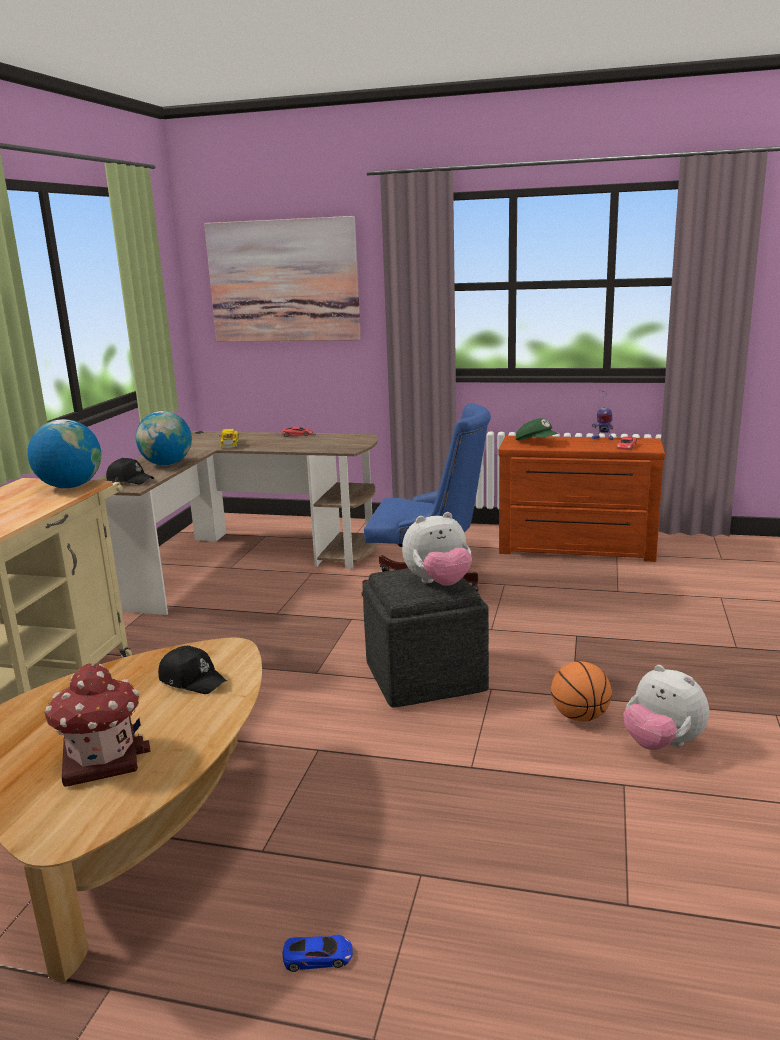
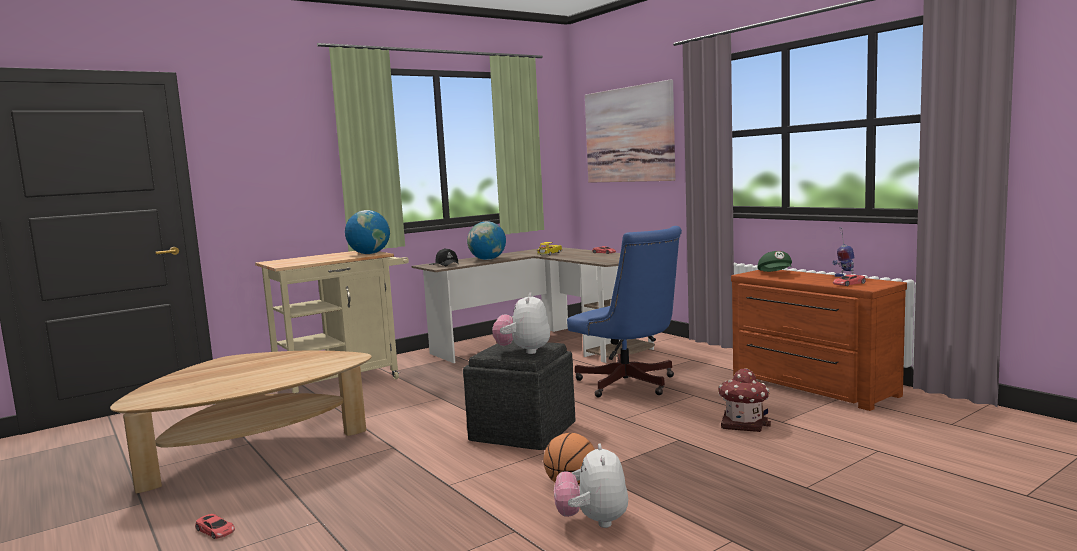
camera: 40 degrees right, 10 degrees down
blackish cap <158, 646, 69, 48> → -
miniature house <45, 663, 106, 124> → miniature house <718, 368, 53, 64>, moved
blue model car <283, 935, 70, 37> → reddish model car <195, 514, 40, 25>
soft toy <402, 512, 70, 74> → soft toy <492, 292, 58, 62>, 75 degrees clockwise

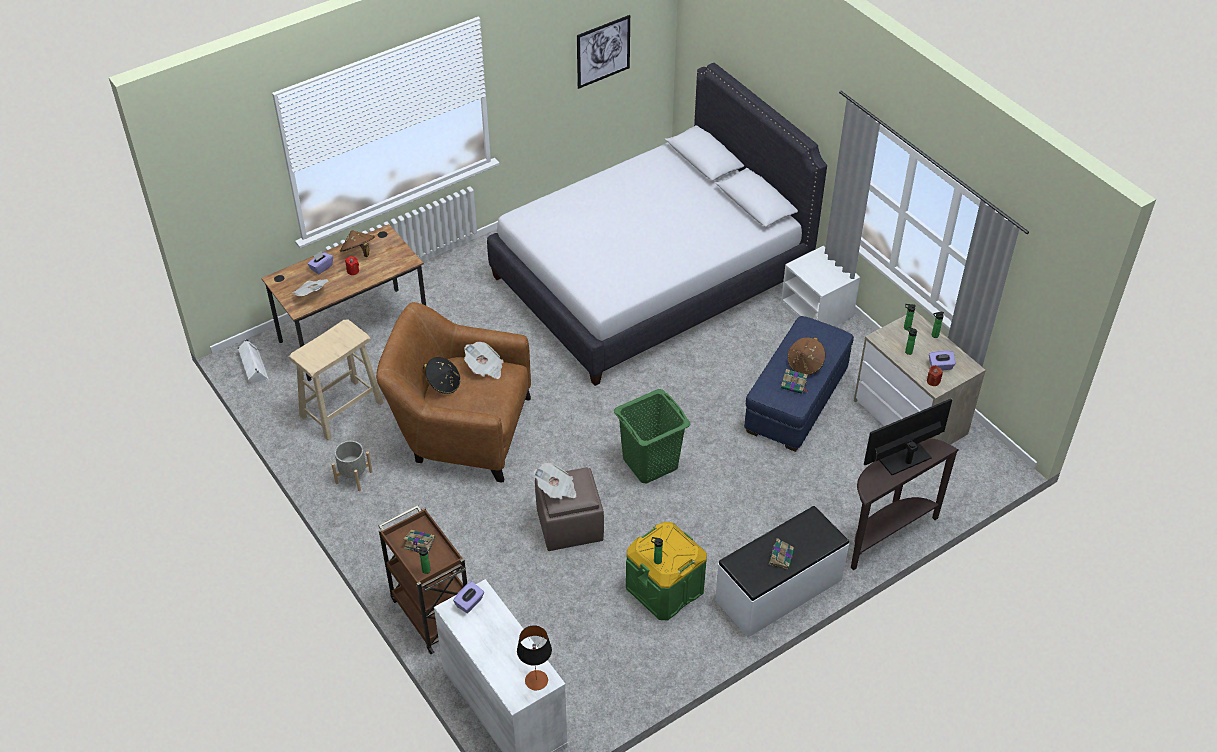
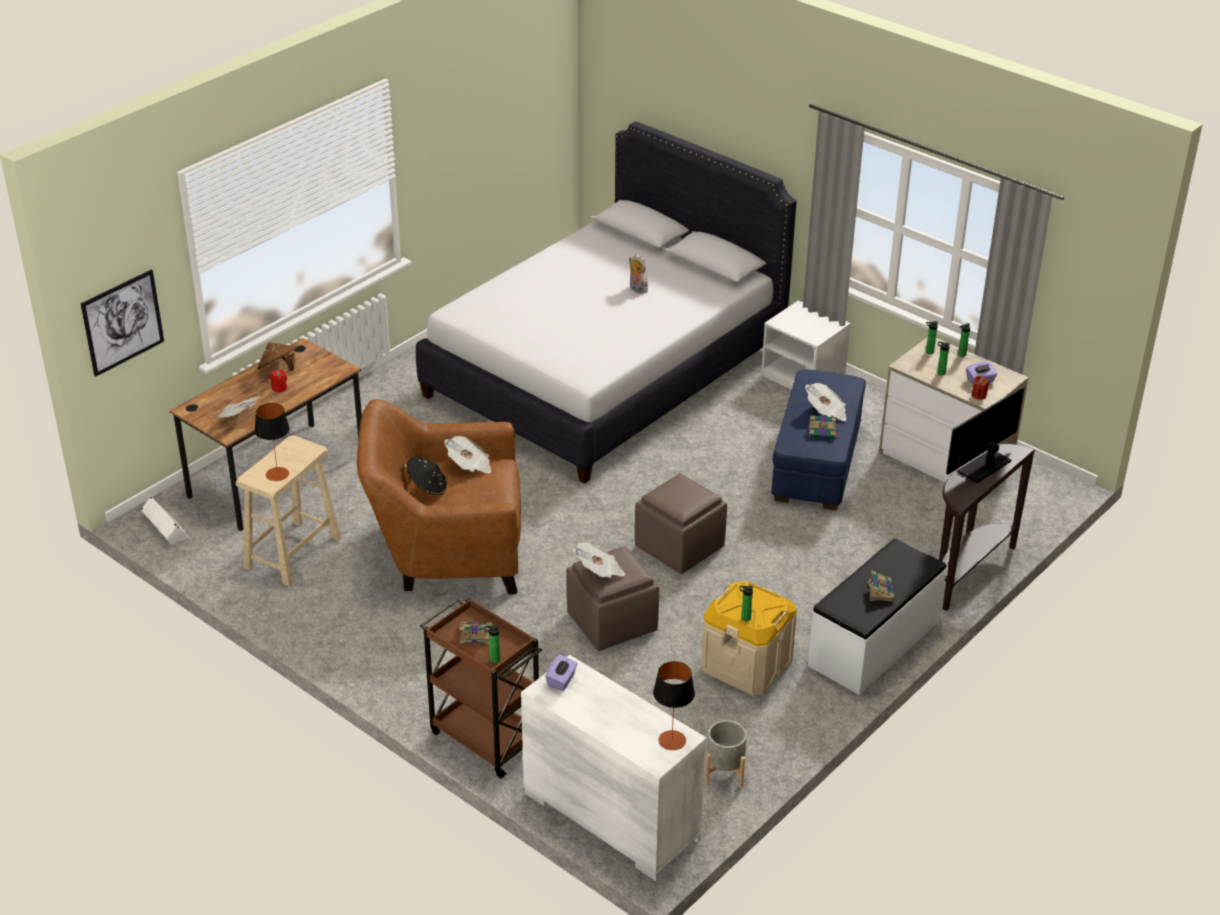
camera: 15 degrees left, 10 degrees down
purplish tissue holder <308, 251, 25, 23> → -
- → tabletop lamp <255, 403, 35, 78>
- → soft toy <629, 254, 19, 40>
gray planter <331, 441, 42, 50> → gray planter <705, 720, 42, 68>, moved
wall art <577, 15, 53, 74> → wall art <81, 269, 83, 108>, moved
green-coloured washing basket <614, 389, 76, 94> → brown-coloured pouffe <635, 473, 92, 101>
brown-coloured clothing hat <787, 337, 39, 39> → newspaper <805, 383, 41, 38>
green-coloured storage box <626, 522, 81, 98> → sand-coloured storage box <701, 581, 96, 115>

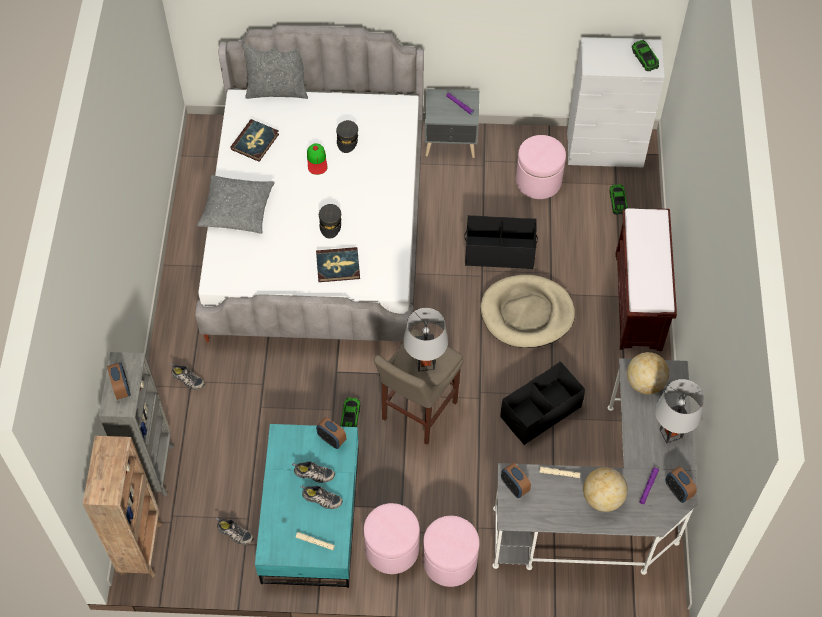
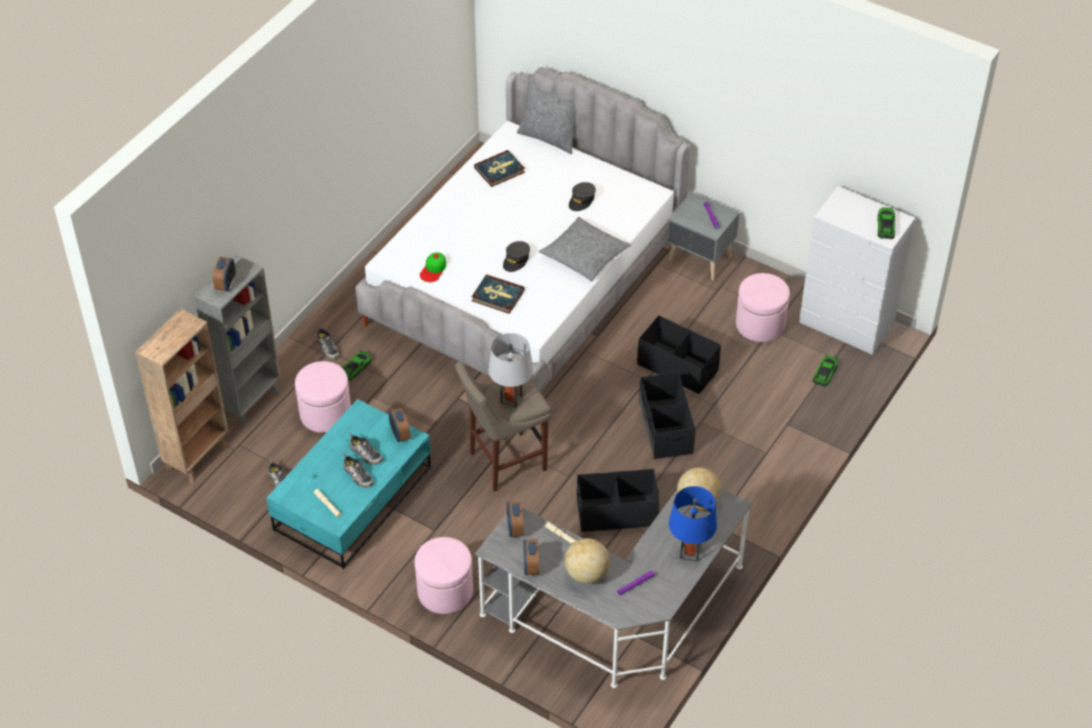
camera: 30 degrees right, 10 degrees down
brown-coloured indoor bench <615, 208, 62, 143> → -
gray cushion <197, 175, 78, 59> → gray cushion <539, 217, 92, 64>, moved
cap <307, 143, 20, 32> → cap <420, 252, 26, 30>, moved
model car <340, 397, 20, 30> → model car <342, 350, 30, 31>, moved
pink-coloured pouffe <363, 503, 57, 71> → pink-coloured pouffe <295, 361, 56, 72>, moved
bedside clock <665, 467, 32, 36> → bedside clock <523, 539, 16, 36>, moved
sand-coloured dog bed <480, 275, 95, 73> → blackish storage box <639, 372, 56, 87>
gray tabletop lamp <655, 379, 49, 64> → blue tabletop lamp <669, 486, 48, 76>

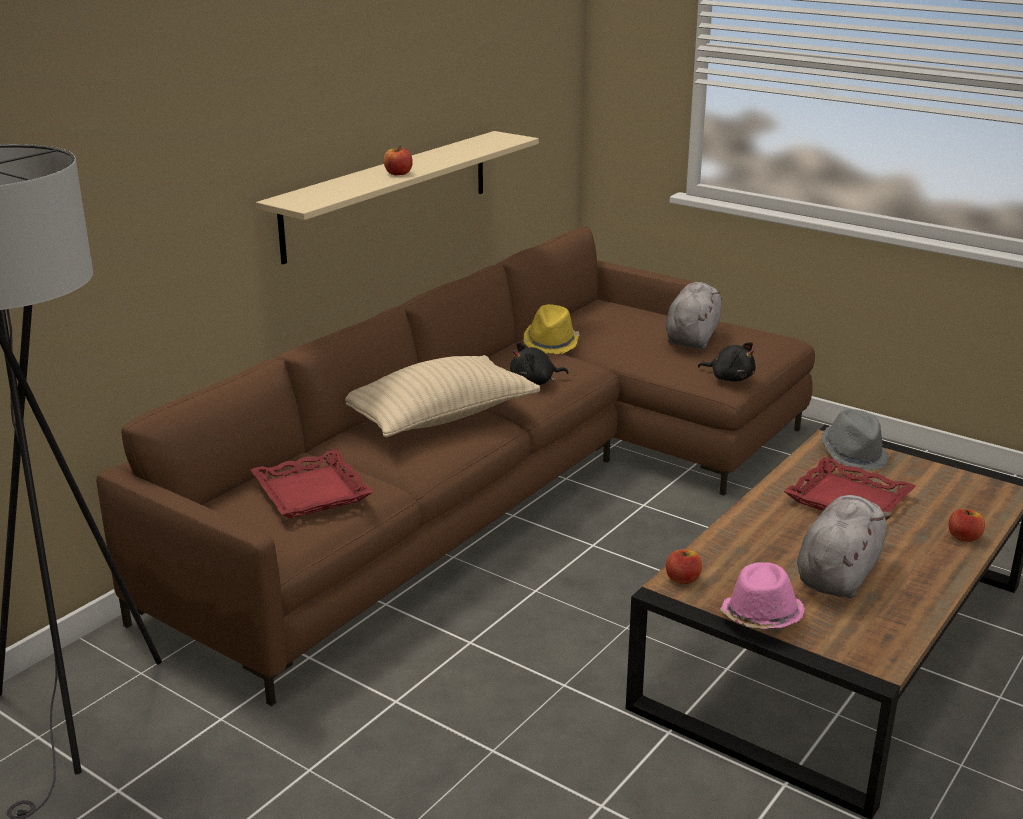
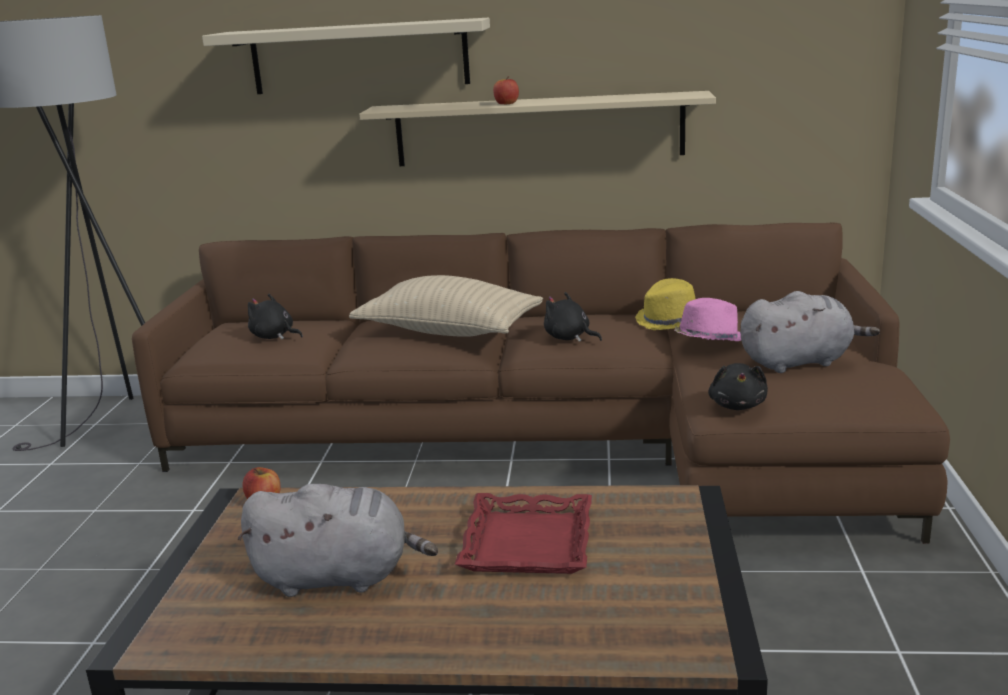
camera: 60 degrees right, 5 degrees down
gray clothing hat <821, 409, 68, 62> → -
apple fruit <948, 509, 37, 33> → -
- → sand-coloured wall shelf <202, 18, 288, 76>
pink-coloured clothing hat <720, 562, 85, 67> → pink-coloured clothing hat <675, 298, 66, 43>, moved
reddish serving tray <251, 450, 122, 68> → blackish soft toy <248, 293, 55, 47>

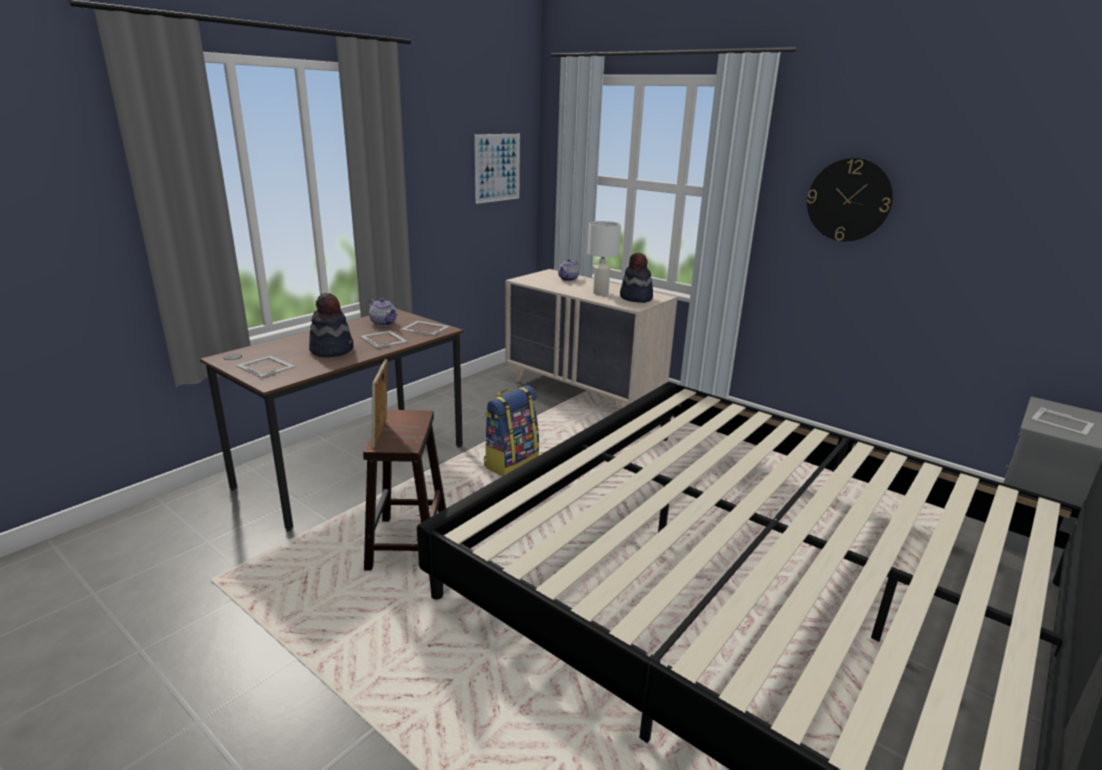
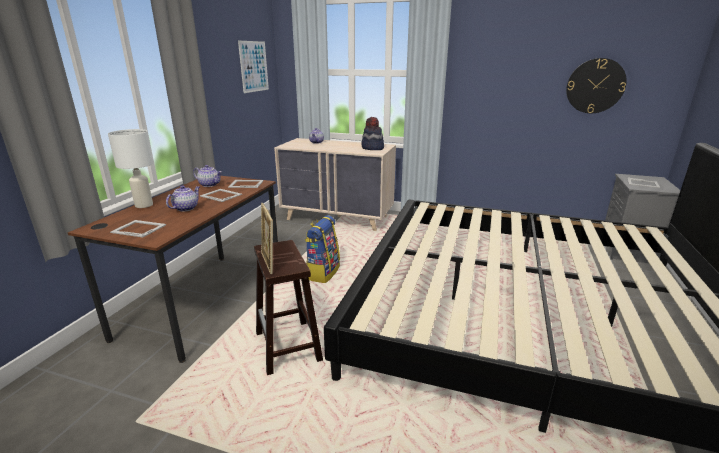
camera: 20 degrees left, 0 degrees up
white tabletop lamp <588, 221, 33, 74> → white tabletop lamp <108, 129, 46, 79>, moved
wall clock <807, 158, 86, 83> → wall clock <566, 58, 61, 55>, moved
clothing hat <309, 293, 45, 64> → tea pot <166, 185, 33, 27>

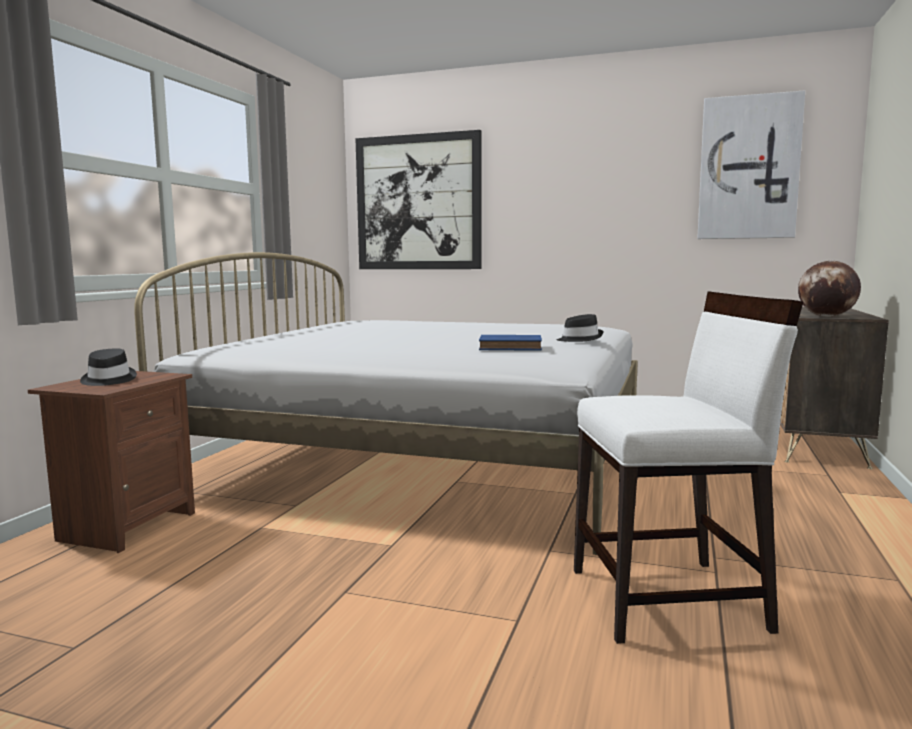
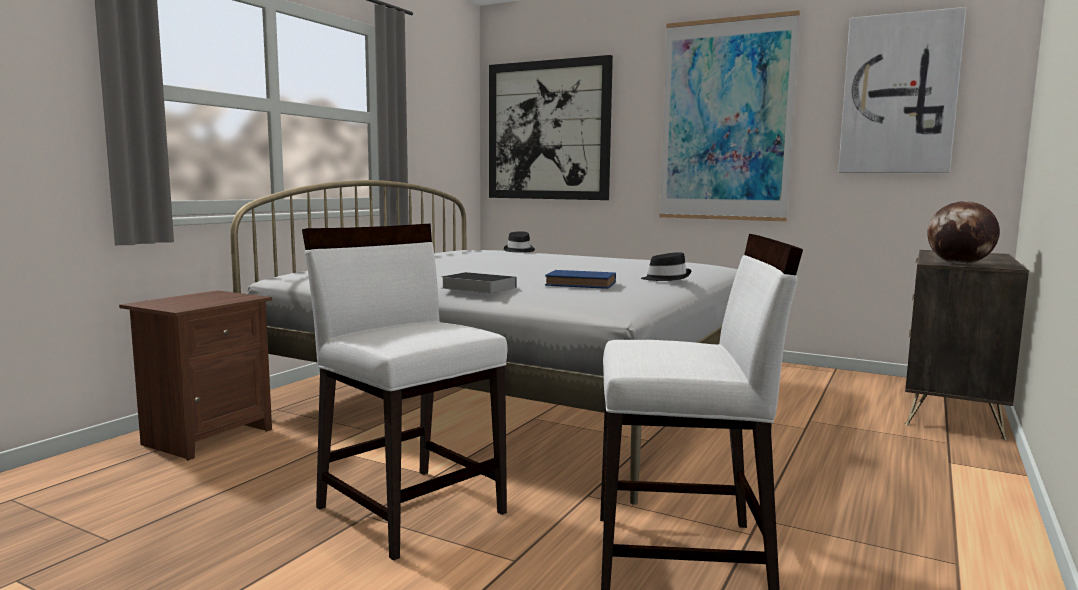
camera: 10 degrees right, 0 degrees up
- → white plain chair <302, 224, 205, 337>
- → volume <441, 272, 75, 22>
- → wall art <659, 10, 141, 212>
blackish clothing hat <80, 348, 57, 38> → blackish clothing hat <504, 232, 31, 21>, moved

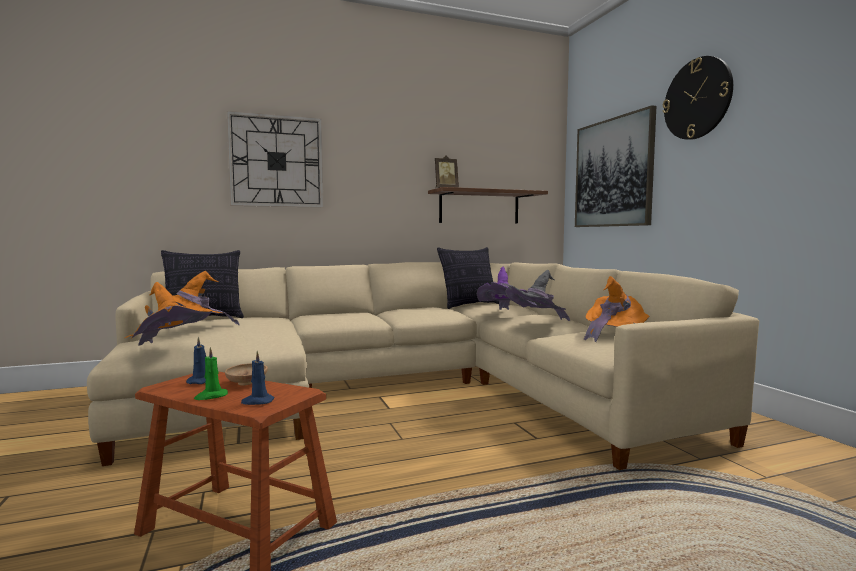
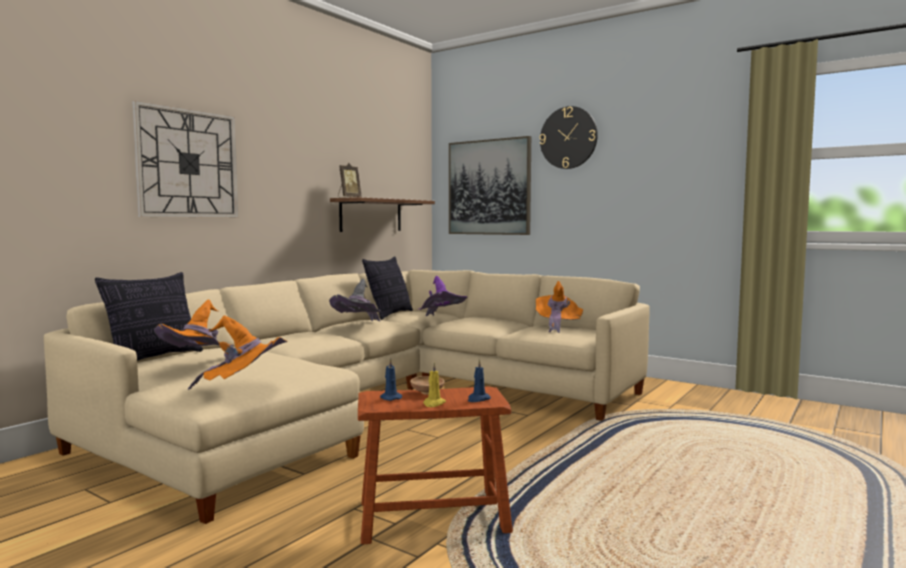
camera: 35 degrees left, 0 degrees up
gray clothing hat <505, 270, 65, 51> → gray clothing hat <329, 279, 52, 42>, moved
green-coloured wax light <194, 347, 34, 53> → yellow wax light <423, 363, 23, 44>

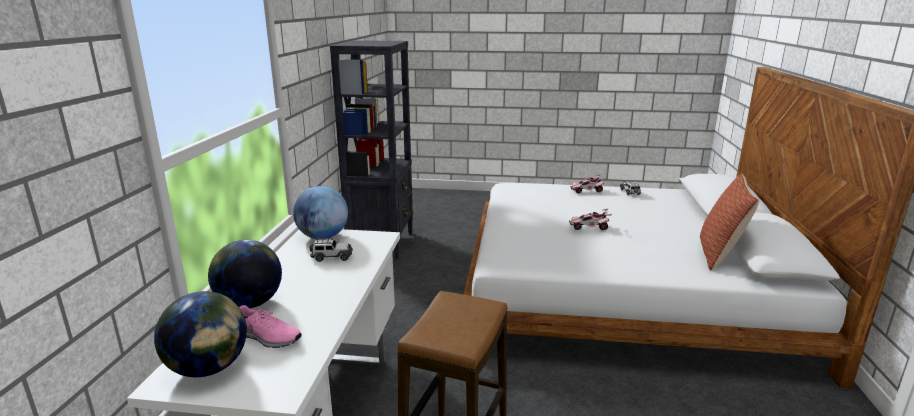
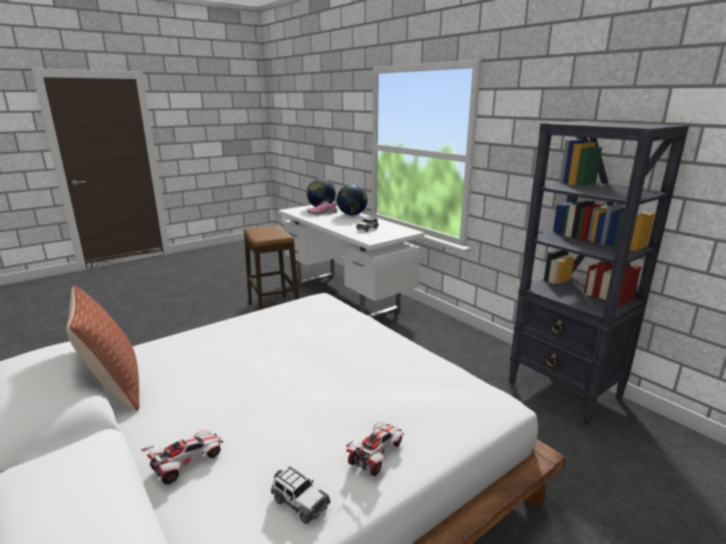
camera: 135 degrees right, 0 degrees up
globe <293, 186, 55, 53> → -
model car <569, 209, 43, 21> → model car <141, 430, 82, 55>, moved

